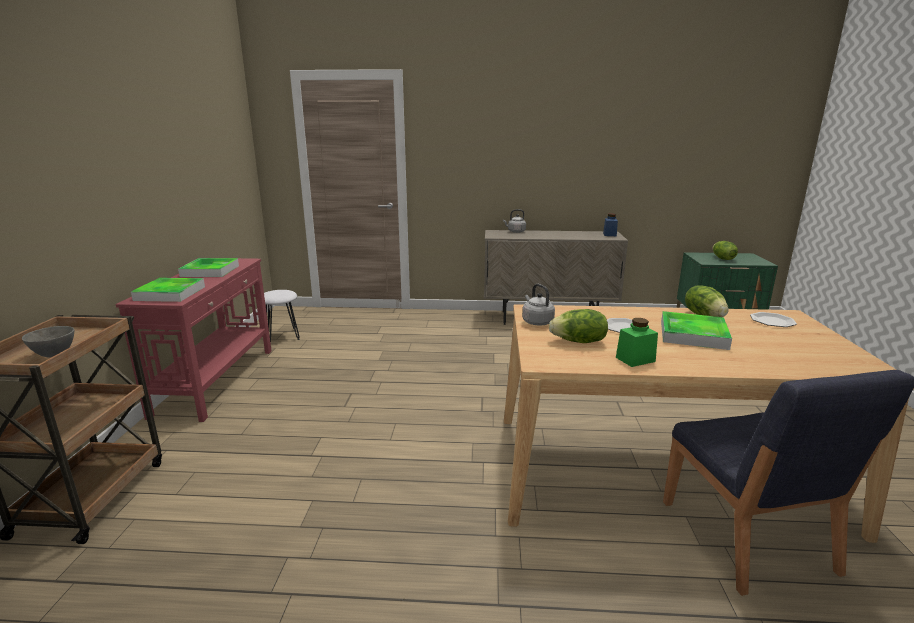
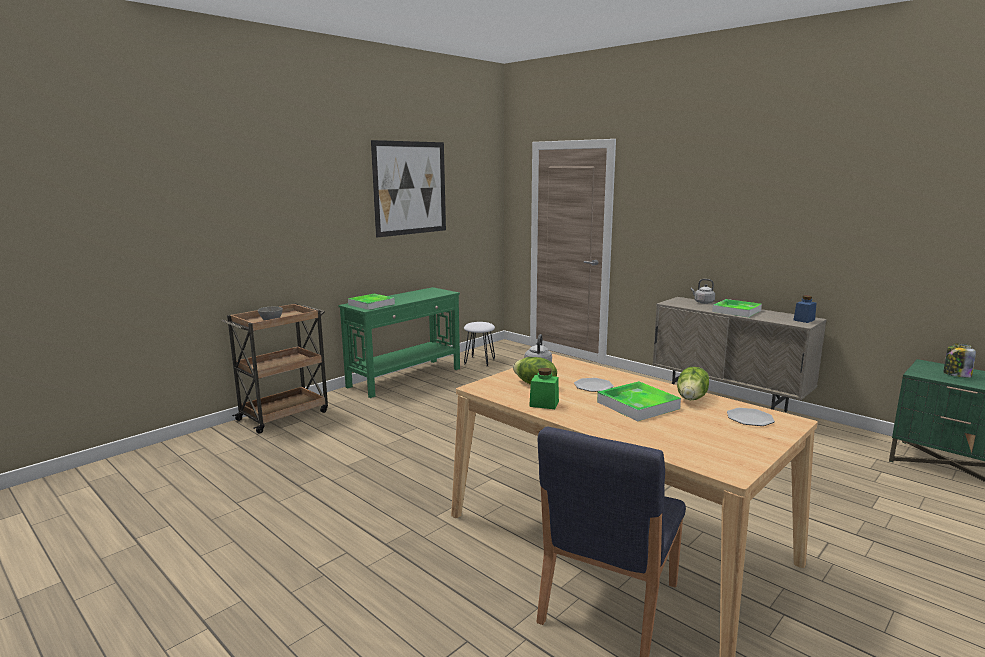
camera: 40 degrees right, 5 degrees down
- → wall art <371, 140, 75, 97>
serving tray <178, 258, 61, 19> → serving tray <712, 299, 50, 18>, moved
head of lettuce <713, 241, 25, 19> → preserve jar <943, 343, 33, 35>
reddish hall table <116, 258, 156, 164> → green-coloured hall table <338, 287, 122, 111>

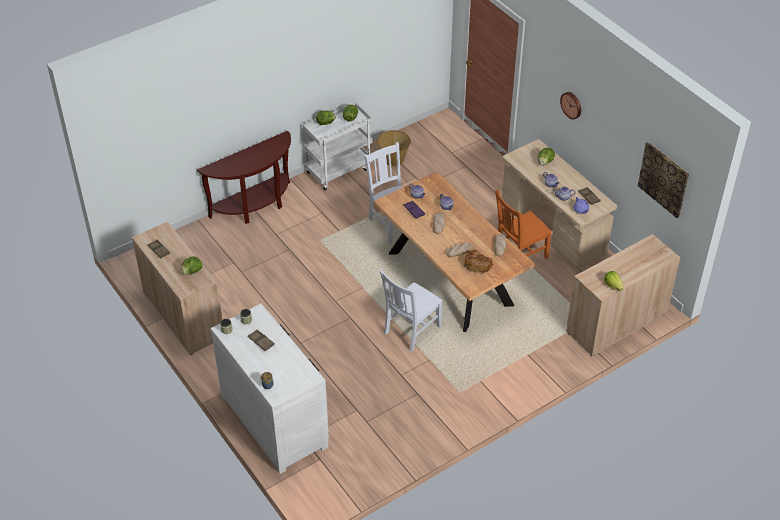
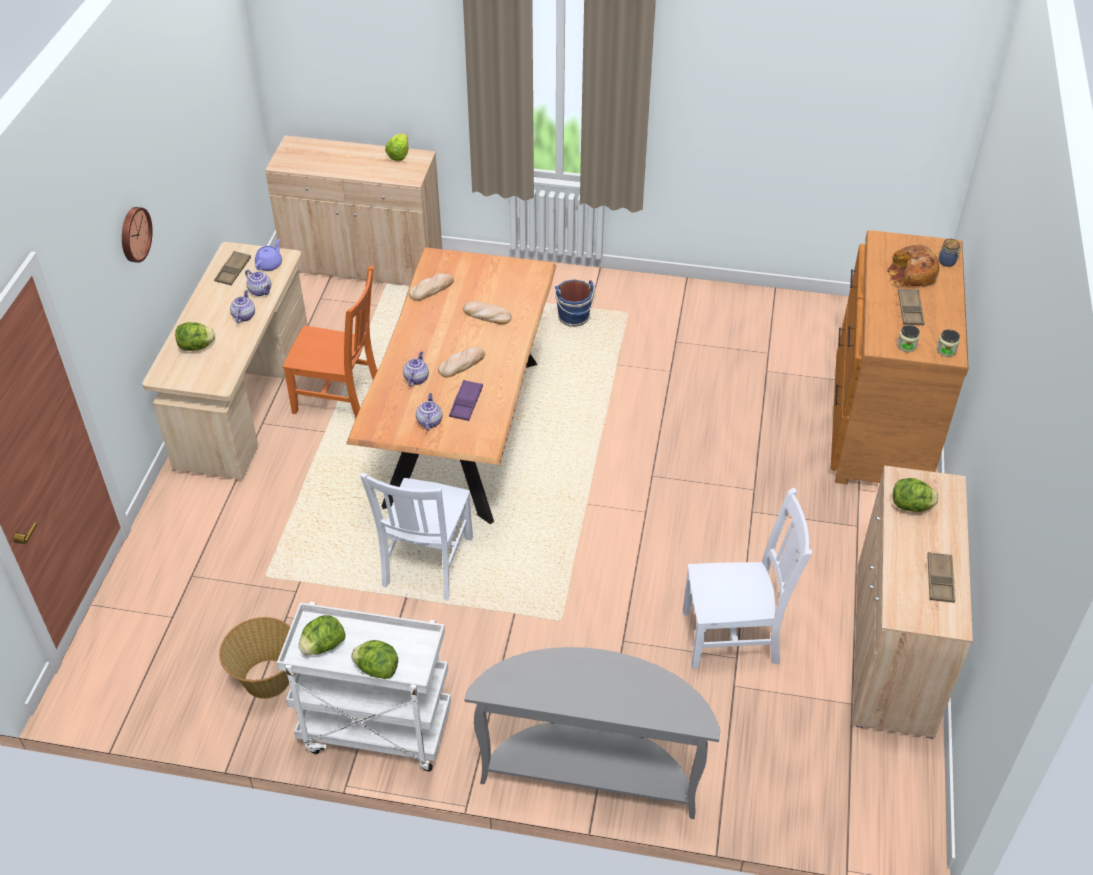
camera: 135 degrees left, 0 degrees up
wall art <638, 142, 51, 76> → -
- → blue bucket <555, 279, 41, 48>
white plain chair <380, 271, 62, 81> → white plain chair <683, 488, 129, 181>, moved
bakery bread <464, 250, 29, 23> → bakery bread <887, 245, 52, 42>, moved
brown-coloured hall table <197, 131, 94, 93> → gray hall table <464, 647, 256, 172>
white drawer chest <210, 304, 119, 170> → brown-coloured drawer chest <831, 230, 138, 254>

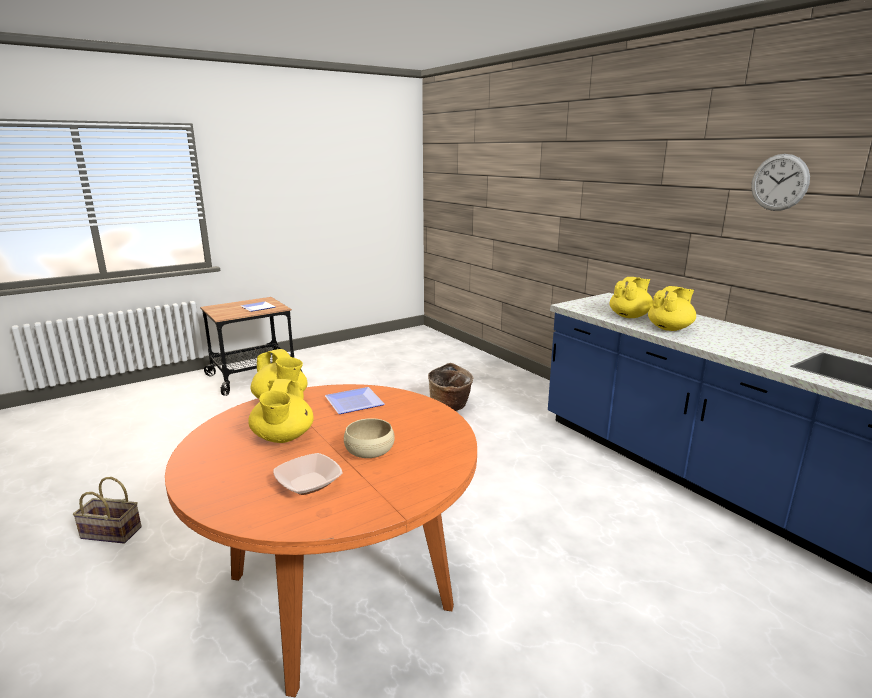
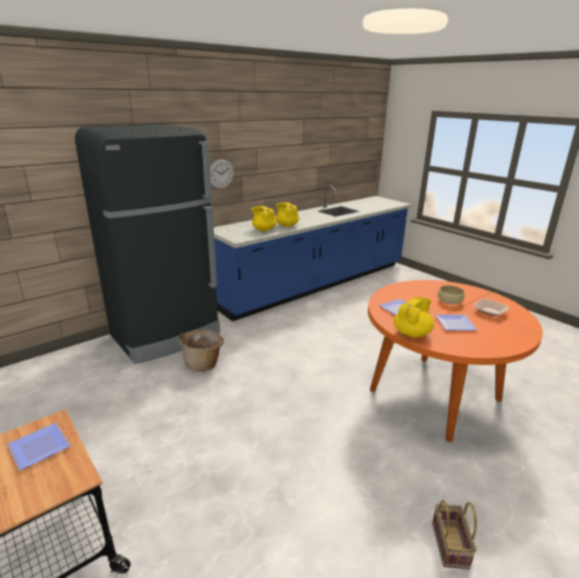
camera: 95 degrees left, 5 degrees up
- → blackish refrigerator <75, 124, 145, 240>
wall clock <751, 154, 59, 57> → wall clock <210, 159, 24, 30>, moved
yellow tea pot <248, 379, 66, 64> → plate <435, 315, 43, 16>

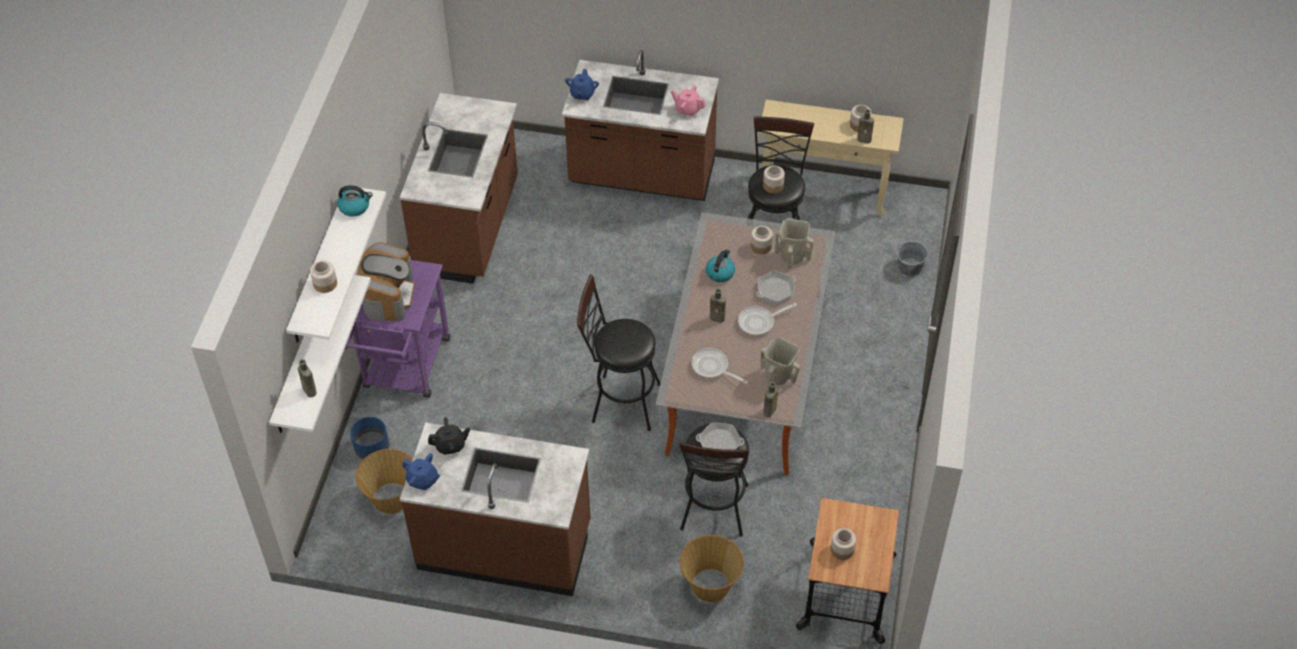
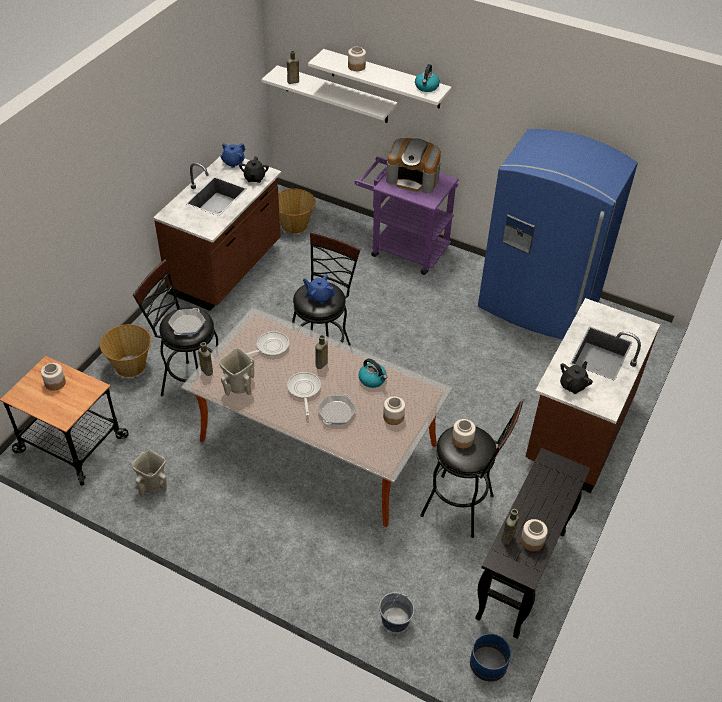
camera: 105 degrees right, 5 degrees down
blue planter <350, 417, 39, 42> → blue planter <470, 634, 41, 48>, moved
blue tea pot <565, 69, 34, 31> → blue tea pot <303, 274, 32, 30>, moved
sand-coloured flower vase <775, 218, 39, 51> → sand-coloured flower vase <132, 450, 35, 46>, moved
brown-coloured kitchen counter <400, 93, 118, 191> → blue refrigerator <478, 129, 160, 211>
pink-coloured tea pot <671, 85, 35, 32> → blackish tea pot <560, 361, 33, 33>
sand-coloured hall table <758, 100, 146, 116> → blackish hall table <475, 448, 115, 191>
pan <757, 270, 39, 33> → pan <317, 394, 39, 31>, 135 degrees counterclockwise

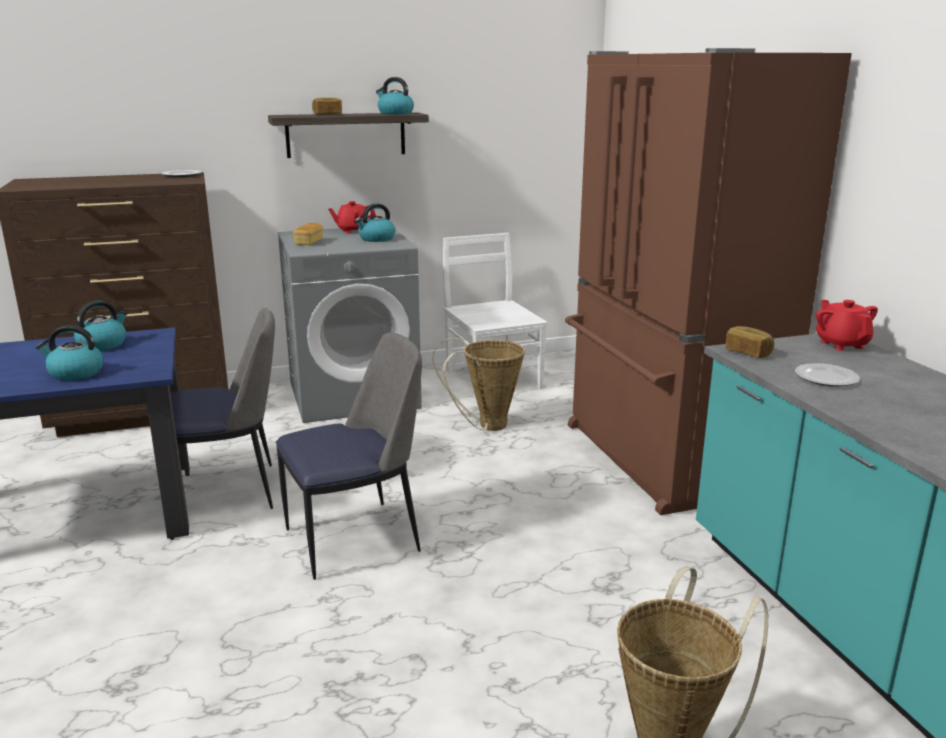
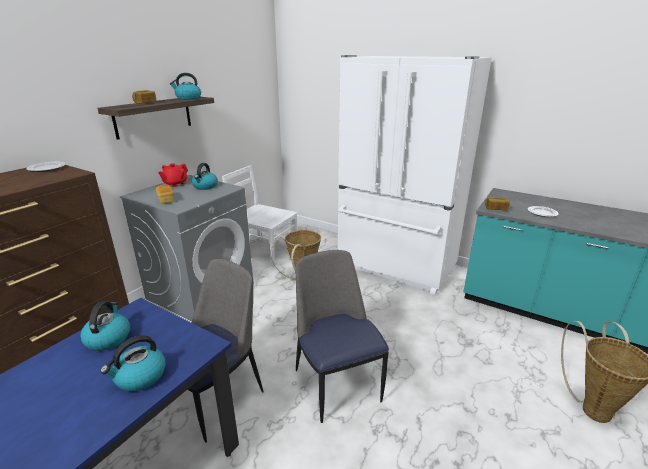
camera: 40 degrees left, 5 degrees up
reddish tea pot <816, 300, 62, 51> → -
brown-coloured refrigerator <565, 48, 287, 467> → white refrigerator <337, 55, 155, 241>
plain chair <276, 333, 146, 247> → plain chair <296, 250, 93, 173>, 45 degrees counterclockwise

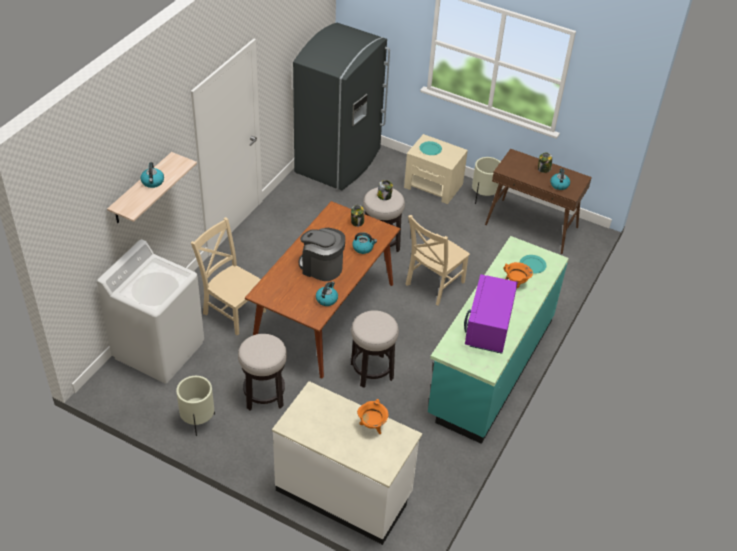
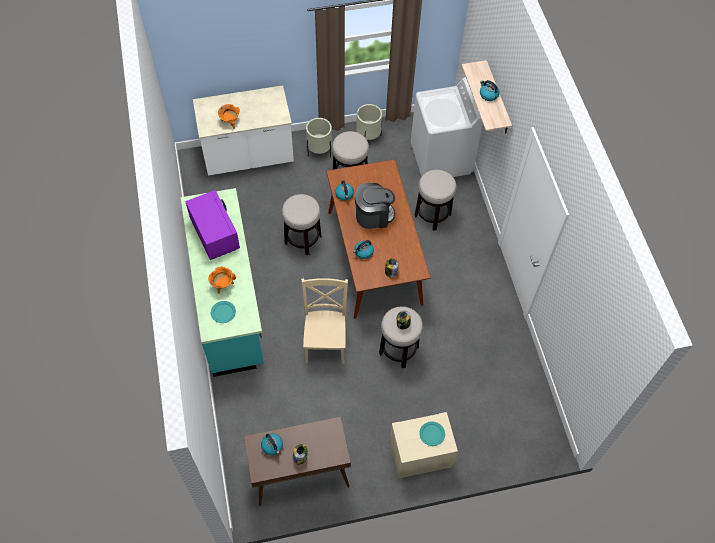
camera: 140 degrees right, 15 degrees up
gray refrigerator <293, 23, 97, 167> → -
sand-coloured planter <472, 157, 28, 47> → sand-coloured planter <306, 118, 26, 39>, moved
sand-coloured plain chair <191, 217, 75, 119> → stool seat <415, 169, 42, 61>

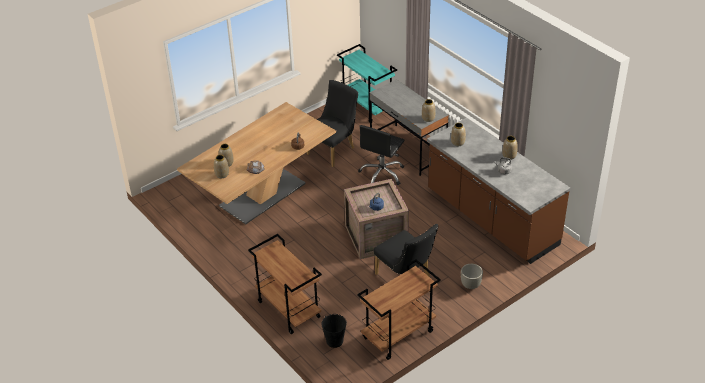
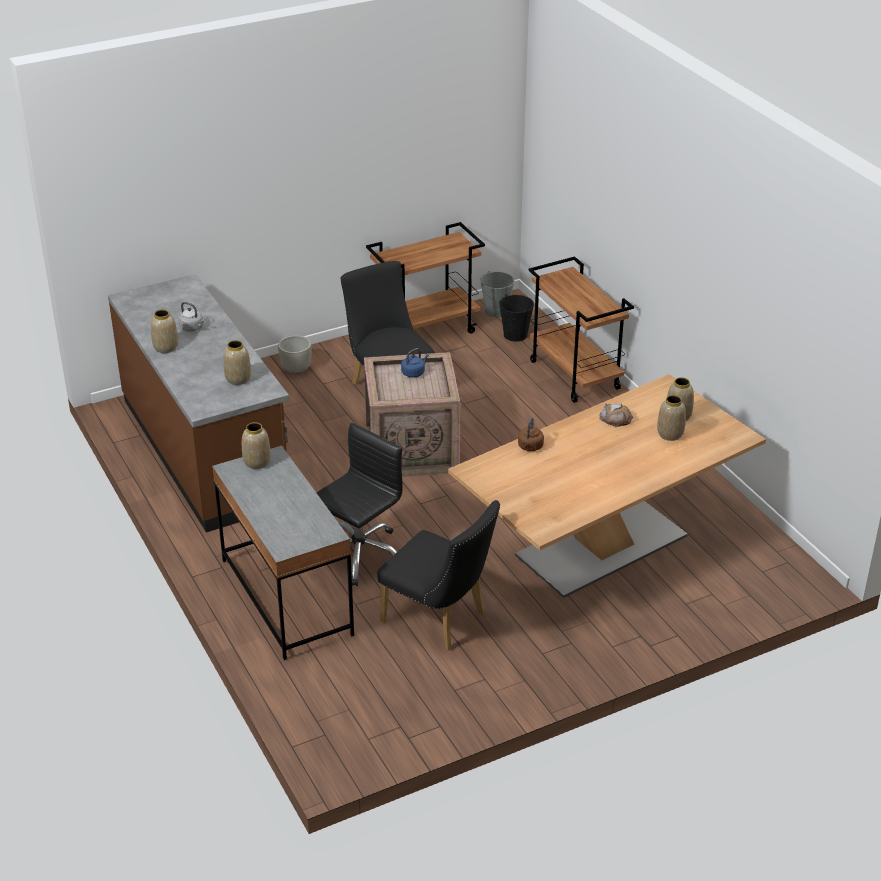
camera: 170 degrees left, 5 degrees down
turquoise-coloured cart <337, 44, 60, 79> → -
- → gray bucket <480, 271, 34, 46>
blackish plain chair <307, 80, 51, 87> → blackish plain chair <377, 500, 123, 150>, 105 degrees counterclockwise

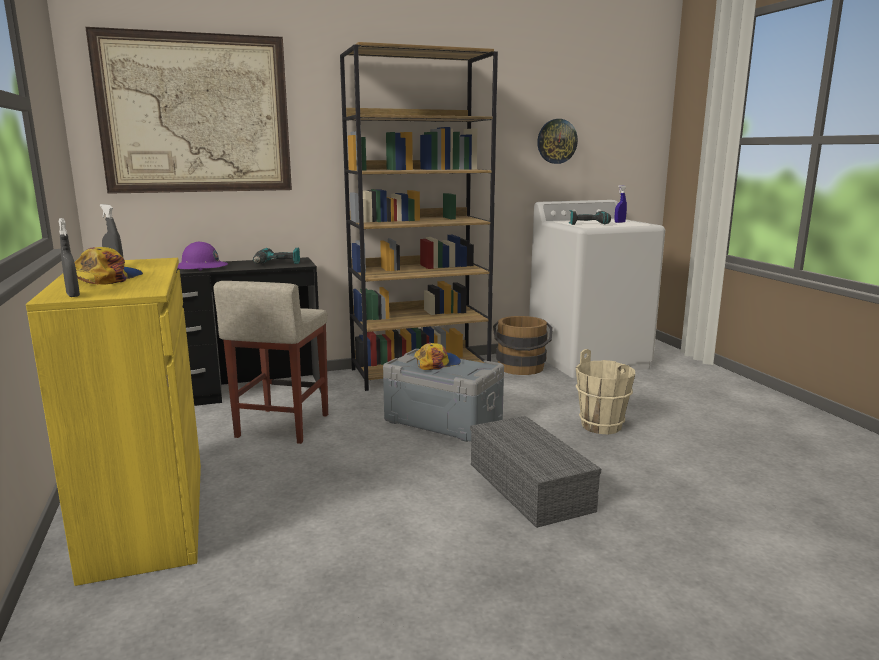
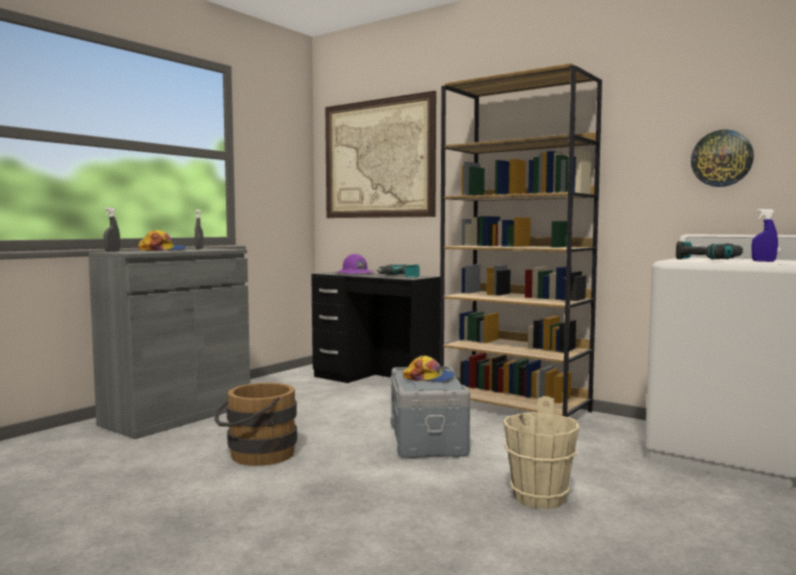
camera: 55 degrees right, 10 degrees down
sand-coloured stool seat <214, 281, 114, 163> → -
gray storage box <470, 416, 131, 112> → -
brown-coloured bucket <493, 316, 60, 59> → brown-coloured bucket <214, 383, 83, 83>, moved
yellow cabinet <26, 258, 175, 328> → gray cabinet <88, 248, 162, 191>

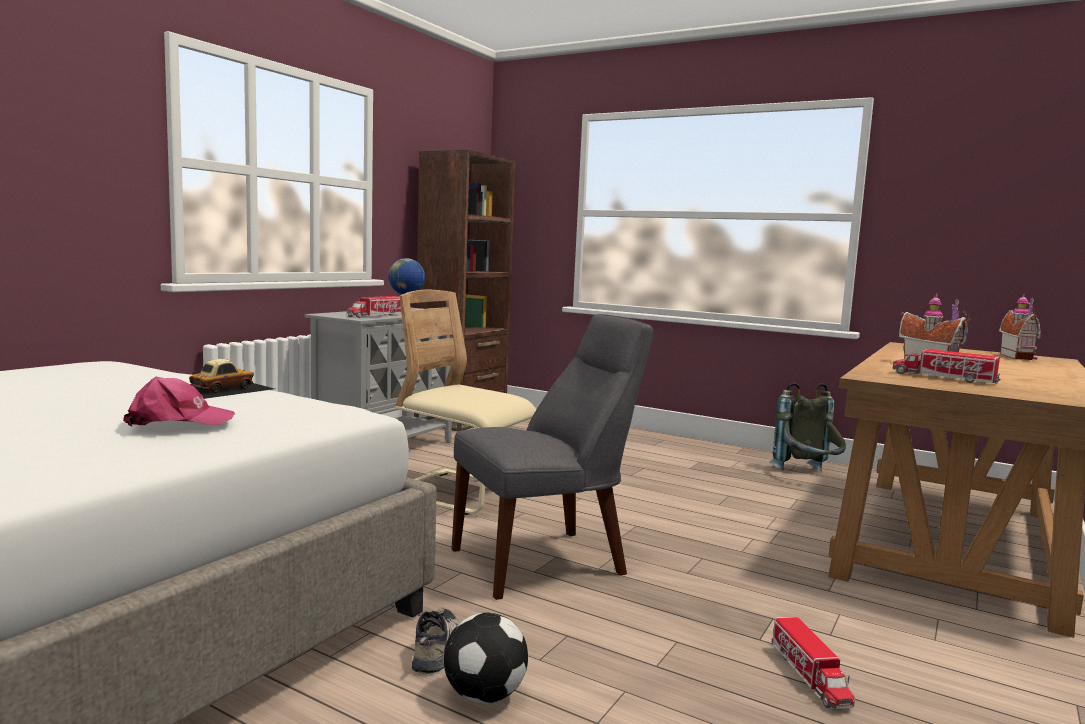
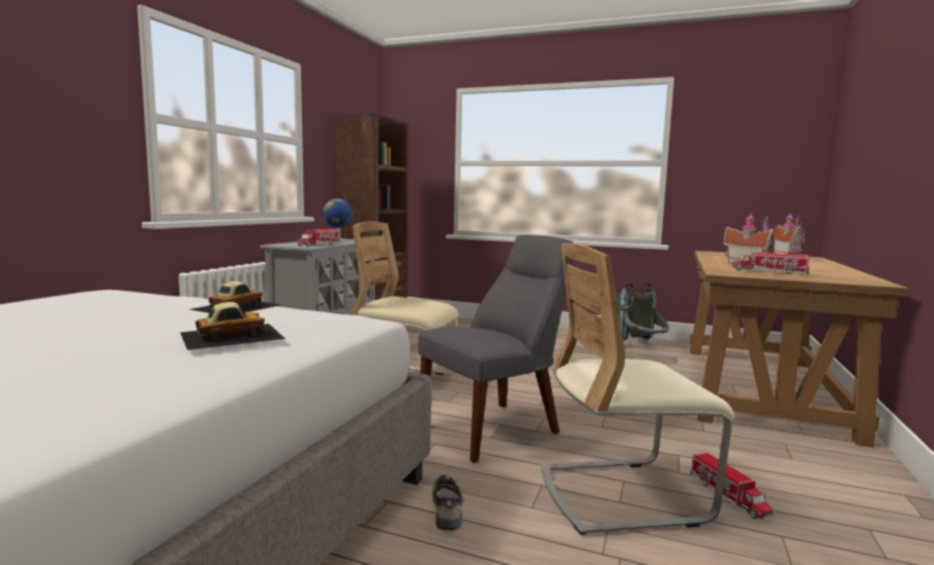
camera: 10 degrees left, 0 degrees up
ball for football <443, 612, 85, 91> → -
- → sand-coloured plain chair <541, 243, 194, 292>
pink-coloured cap <123, 377, 112, 50> → model car <180, 302, 105, 48>

